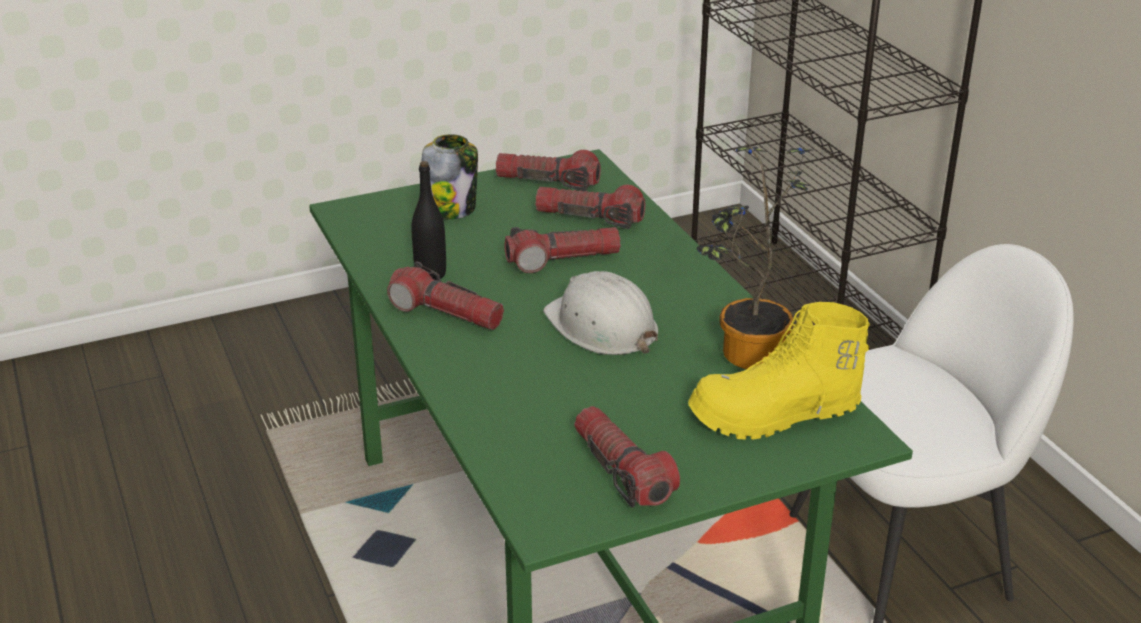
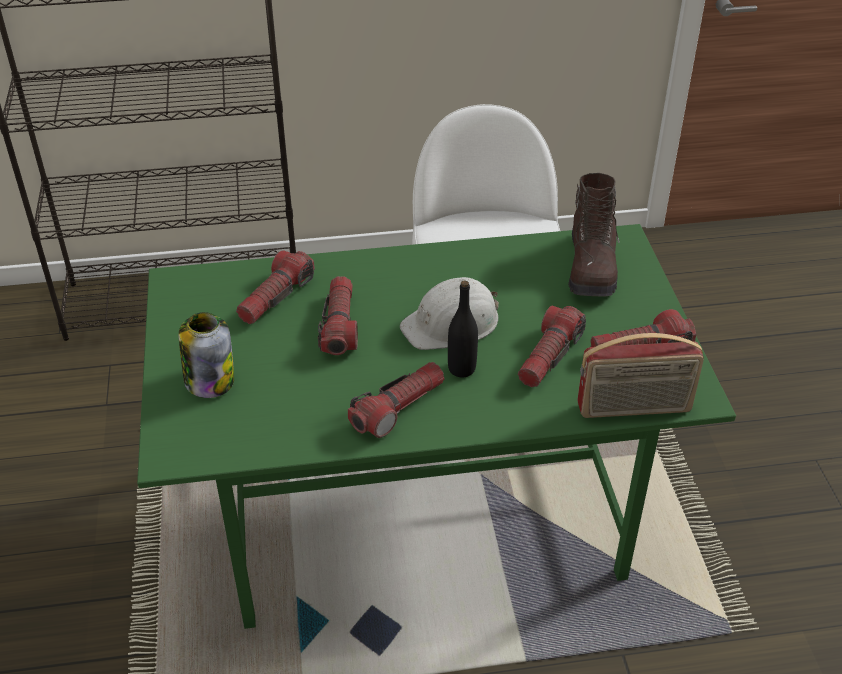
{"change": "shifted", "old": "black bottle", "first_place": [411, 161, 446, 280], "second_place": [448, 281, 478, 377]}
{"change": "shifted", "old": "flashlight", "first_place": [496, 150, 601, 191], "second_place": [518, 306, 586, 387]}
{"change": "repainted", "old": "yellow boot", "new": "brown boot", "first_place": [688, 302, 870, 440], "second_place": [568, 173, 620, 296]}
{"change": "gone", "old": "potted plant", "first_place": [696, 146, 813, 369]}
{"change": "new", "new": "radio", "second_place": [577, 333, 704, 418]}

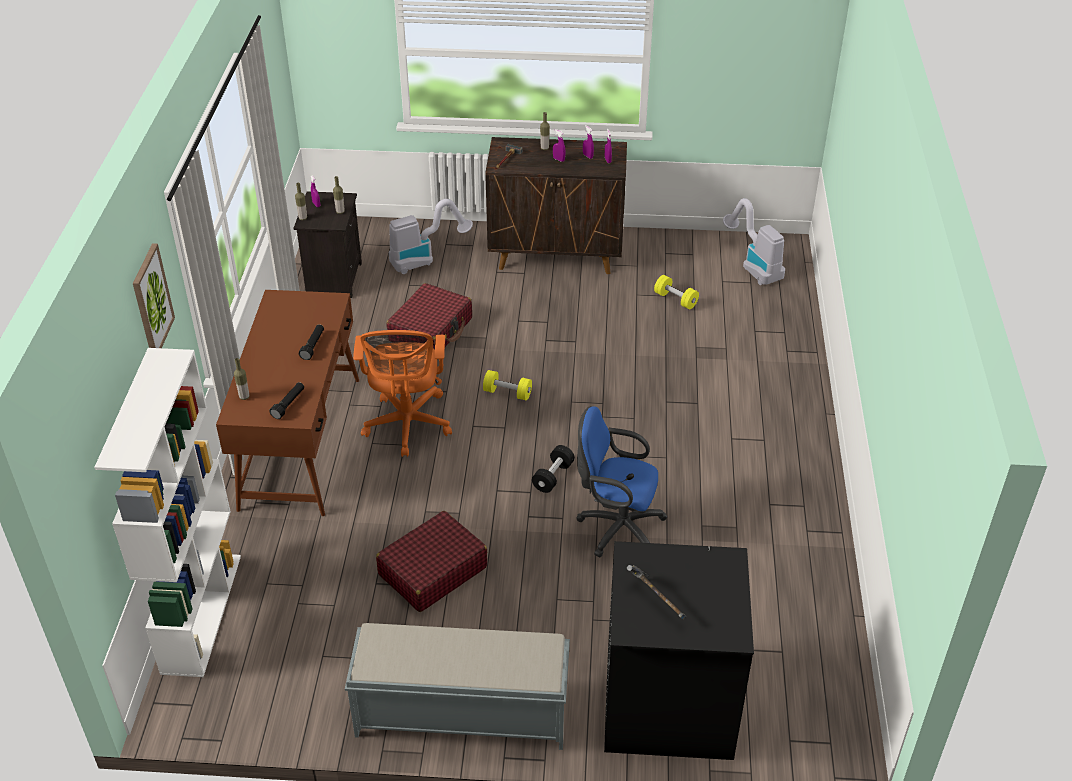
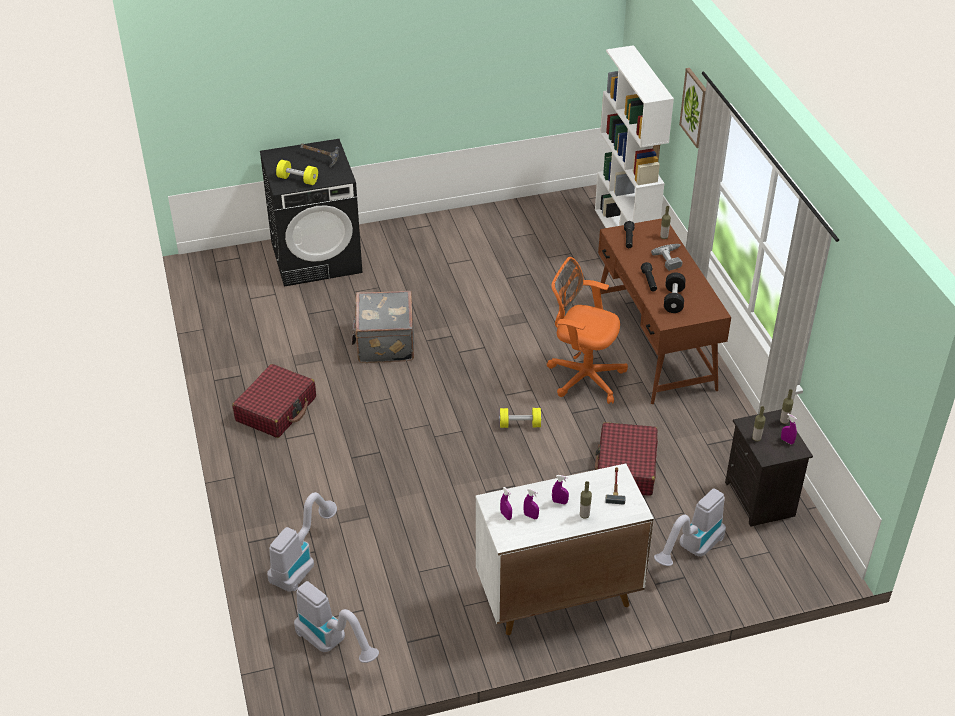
{"change": "gone", "old": "grey bench", "first_place": [345, 623, 570, 750]}
{"change": "rotated", "old": "orange office chair", "first_place": [353, 330, 452, 457], "second_place": [547, 257, 628, 404], "degrees": -45}
{"change": "shifted", "old": "red suitcase", "first_place": [376, 511, 487, 612], "second_place": [232, 364, 316, 438]}
{"change": "repainted", "old": "brown cabinet", "new": "white cabinet", "first_place": [485, 137, 627, 274], "second_place": [476, 464, 654, 635]}
{"change": "shifted", "old": "black dumbbell", "first_place": [532, 445, 575, 493], "second_place": [664, 272, 686, 313]}
{"change": "swapped", "old": "blue office chair", "new": "grey suitcase", "first_place": [576, 406, 668, 558], "second_place": [352, 291, 414, 363]}
{"change": "shifted", "old": "yellow dumbbell", "first_place": [654, 275, 699, 309], "second_place": [276, 160, 318, 185]}
{"change": "new", "new": "vacuum cleaner", "second_place": [267, 492, 337, 592]}
{"change": "new", "new": "power drill", "second_place": [651, 244, 683, 271]}

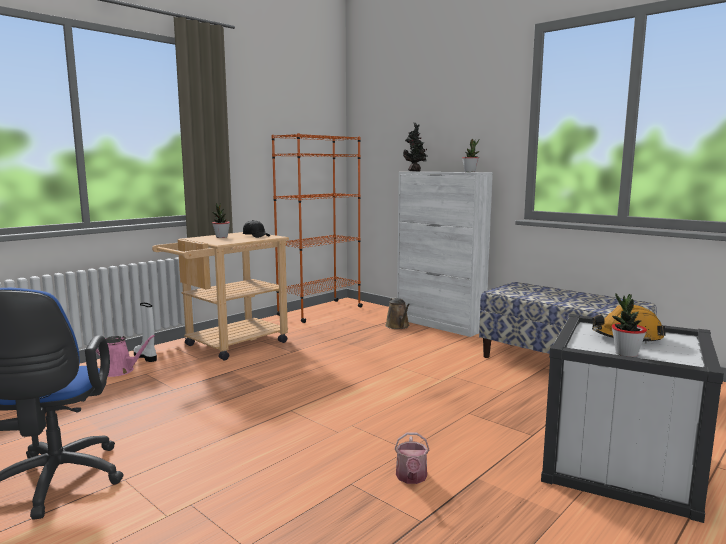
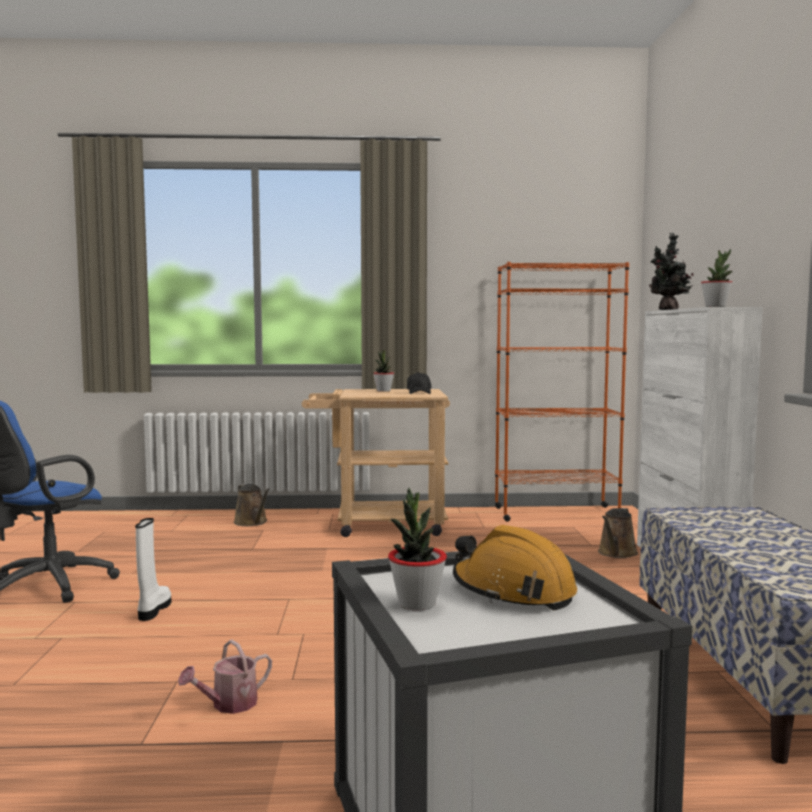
{"change": "repainted", "old": "pink watering can", "new": "brown watering can", "first_place": [96, 335, 155, 377], "second_place": [234, 484, 270, 526]}
{"change": "shifted", "old": "white boot", "first_place": [134, 303, 157, 362], "second_place": [135, 518, 171, 621]}

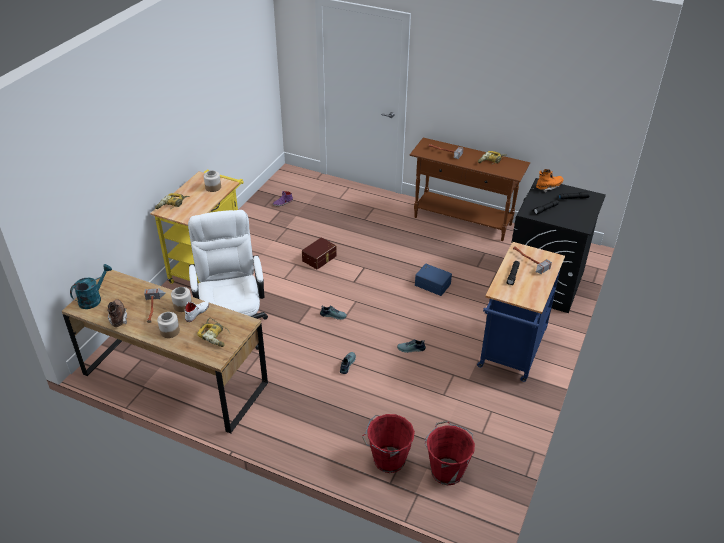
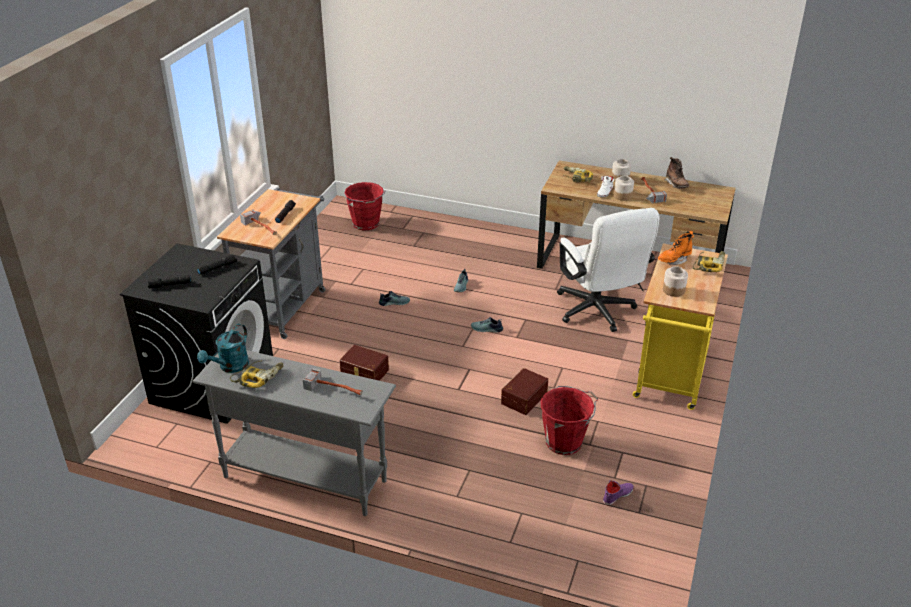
{"change": "shifted", "old": "turquoise watering can", "first_place": [70, 264, 112, 309], "second_place": [197, 324, 249, 373]}
{"change": "shifted", "old": "red bucket", "first_place": [362, 414, 415, 473], "second_place": [541, 386, 598, 455]}
{"change": "repainted", "old": "brown console table", "new": "grey console table", "first_place": [410, 138, 530, 241], "second_place": [193, 350, 396, 516]}
{"change": "repainted", "old": "blue storage box", "new": "brown storage box", "first_place": [415, 264, 452, 296], "second_place": [339, 345, 389, 381]}
{"change": "repainted", "old": "blue cart", "new": "grey cart", "first_place": [477, 242, 565, 382], "second_place": [217, 188, 326, 339]}
{"change": "shifted", "old": "orange boot", "first_place": [536, 169, 563, 193], "second_place": [658, 231, 694, 265]}

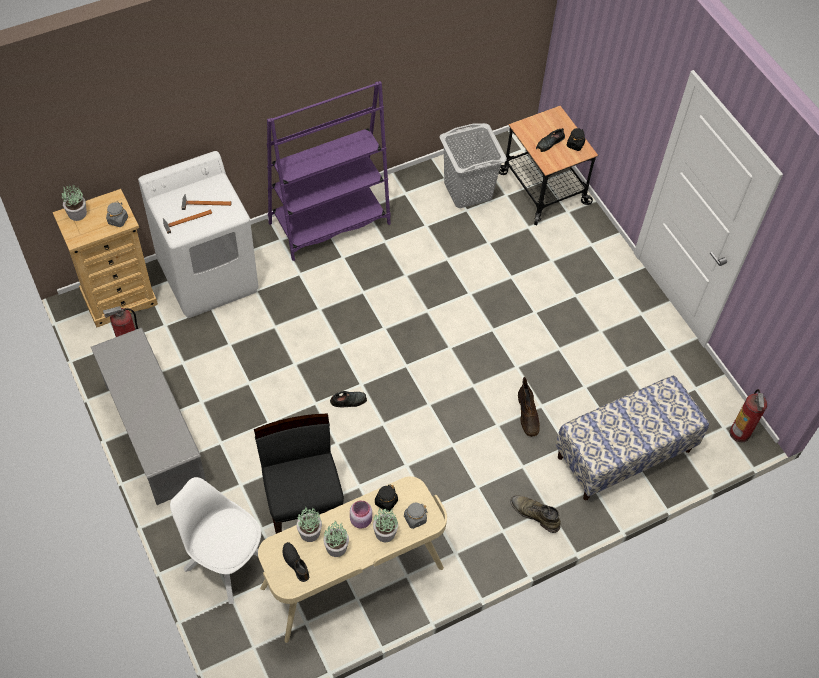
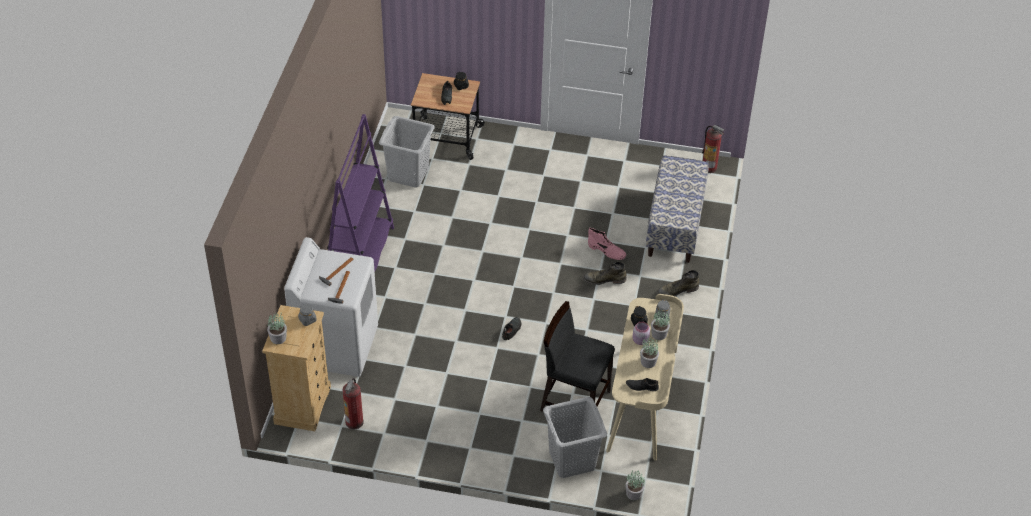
{"change": "gone", "old": "grey shoe rack", "first_place": [91, 328, 206, 505]}
{"change": "swapped", "old": "white chair", "new": "grey laundry basket", "first_place": [170, 477, 261, 604], "second_place": [543, 397, 607, 478]}
{"change": "shifted", "old": "potted plant", "first_place": [297, 507, 322, 542], "second_place": [625, 470, 645, 500]}
{"change": "repainted", "old": "brown boot", "new": "pink boot", "first_place": [518, 377, 540, 437], "second_place": [588, 228, 626, 260]}
{"change": "new", "new": "green boot", "second_place": [583, 262, 626, 285]}

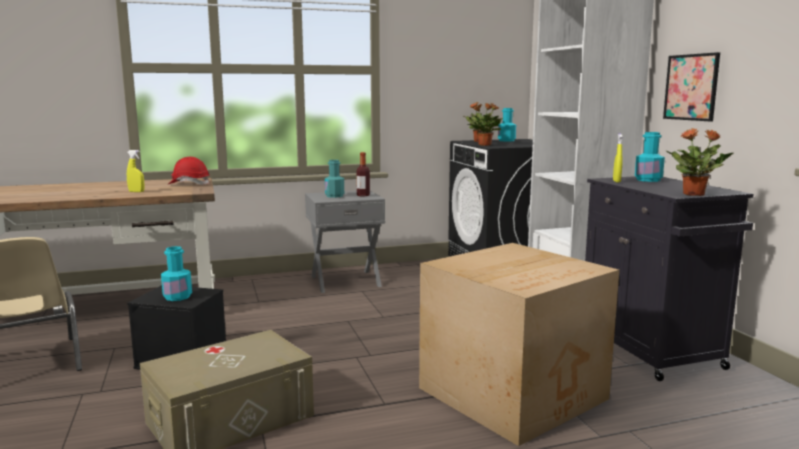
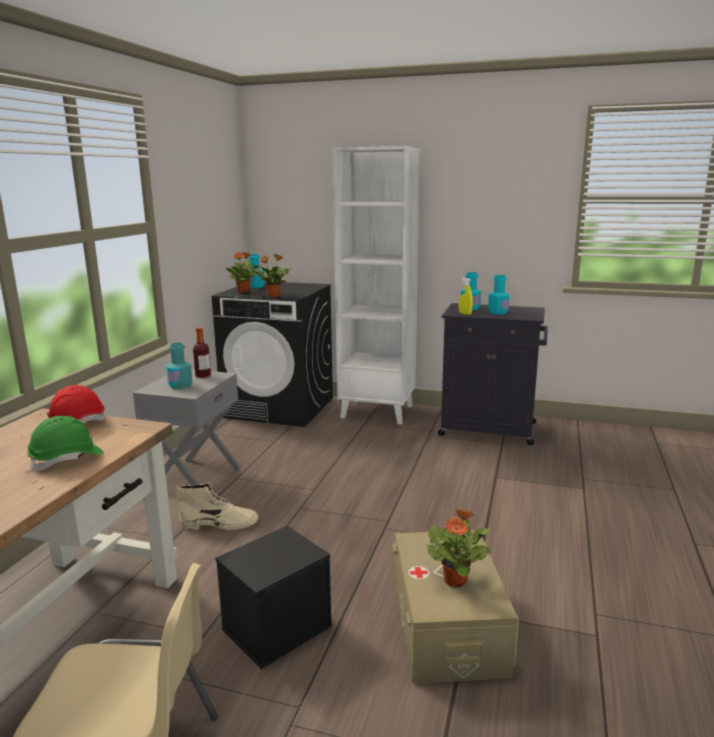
{"change": "swapped", "old": "yellow spray bottle", "new": "green hard hat", "first_place": [127, 150, 144, 192], "second_place": [27, 416, 104, 471]}
{"change": "shifted", "old": "turquoise bottle", "first_place": [161, 246, 192, 301], "second_place": [488, 275, 510, 314]}
{"change": "gone", "old": "cardboard box", "first_place": [419, 243, 620, 446]}
{"change": "gone", "old": "picture", "first_place": [663, 52, 720, 122]}
{"change": "shifted", "old": "potted plant", "first_place": [665, 128, 733, 196], "second_place": [427, 509, 491, 588]}
{"change": "new", "new": "beige boot", "second_place": [176, 483, 258, 530]}

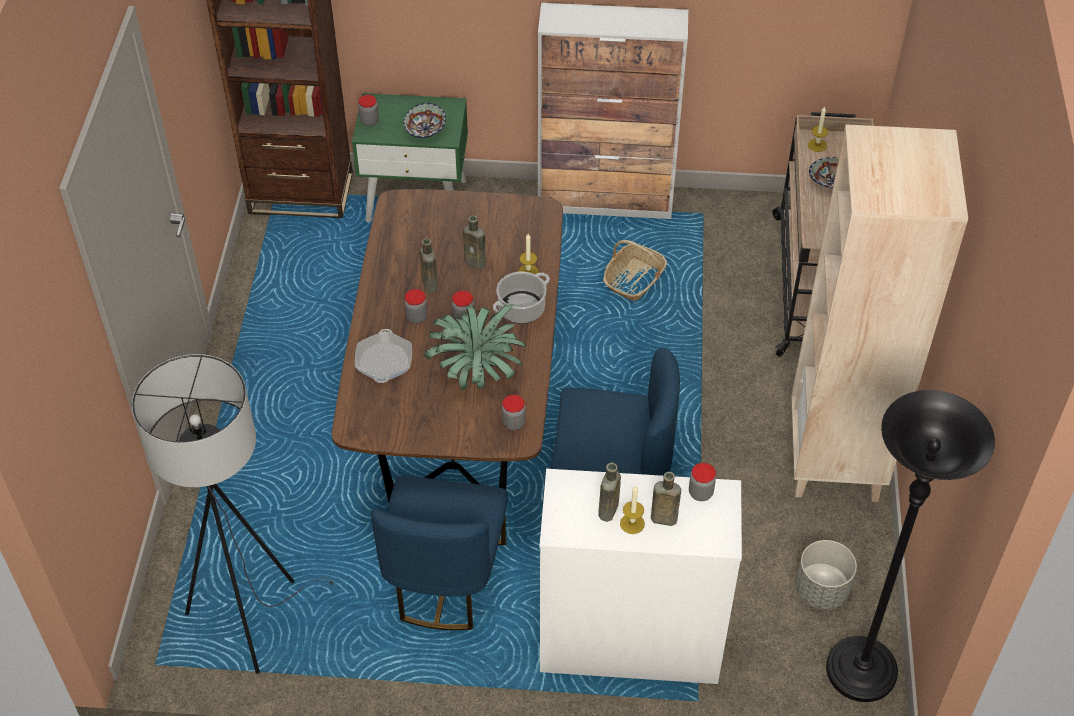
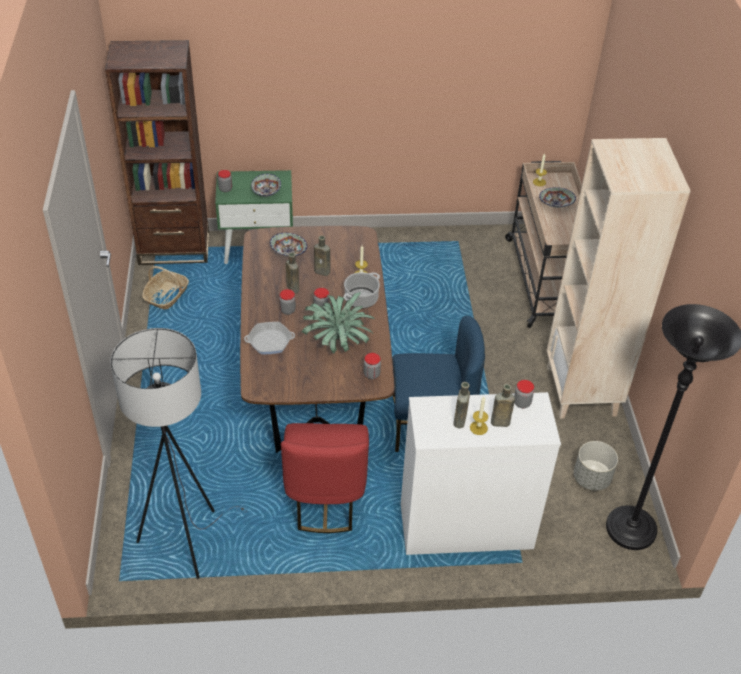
{"change": "rotated", "old": "frying pan", "first_place": [355, 329, 412, 383], "second_place": [244, 322, 295, 354], "degrees": -90}
{"change": "repainted", "old": "blue chair", "new": "red chair", "first_place": [371, 476, 508, 630], "second_place": [281, 423, 369, 533]}
{"change": "gone", "old": "cabinet", "first_place": [538, 3, 688, 219]}
{"change": "shifted", "old": "basket", "first_place": [603, 240, 667, 301], "second_place": [142, 266, 189, 310]}
{"change": "new", "new": "bowl", "second_place": [270, 233, 307, 257]}

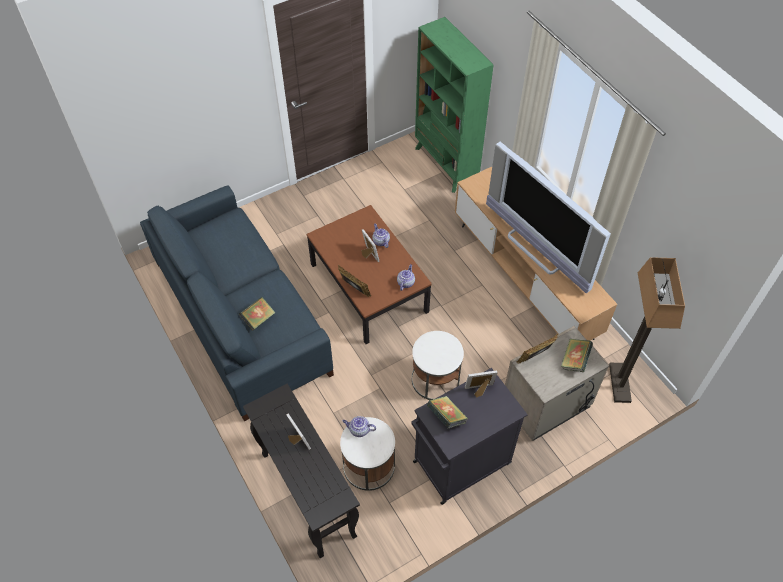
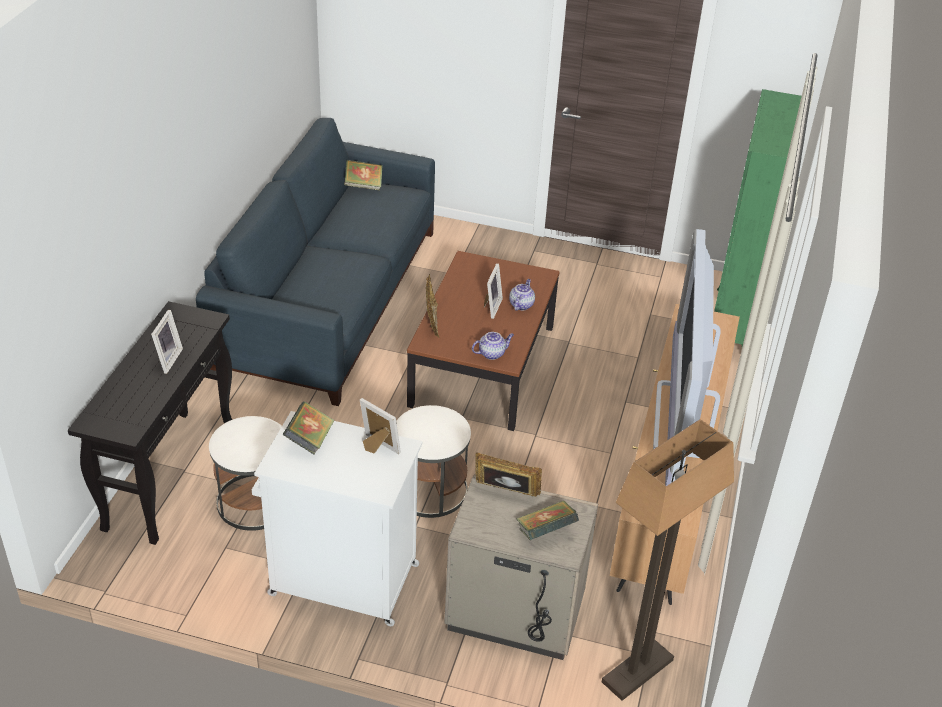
{"change": "shifted", "old": "book", "first_place": [239, 297, 276, 331], "second_place": [344, 160, 383, 191]}
{"change": "gone", "old": "teapot", "first_place": [342, 416, 376, 437]}
{"change": "repainted", "old": "black cabinet", "new": "white cabinet", "first_place": [411, 368, 528, 505], "second_place": [252, 411, 422, 626]}

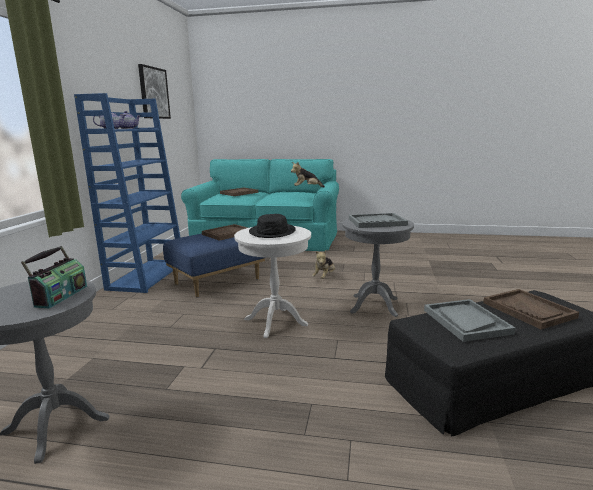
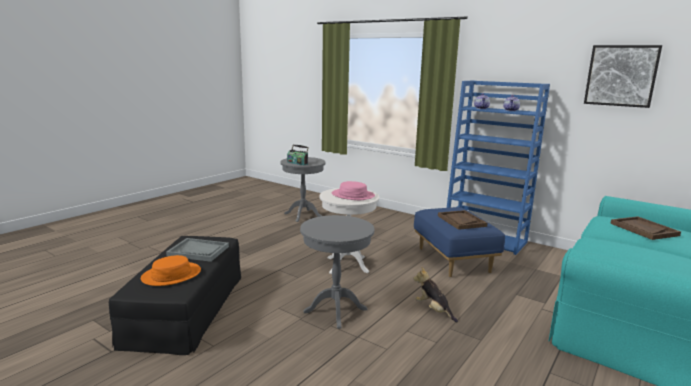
{"change": "repainted", "old": "black hat", "new": "pink hat", "first_place": [249, 214, 296, 238], "second_place": [332, 181, 375, 200]}
{"change": "gone", "old": "plush toy", "first_place": [291, 162, 325, 188]}
{"change": "gone", "old": "grey tray", "first_place": [349, 213, 408, 228]}
{"change": "swapped", "old": "brown tray", "new": "orange hat", "first_place": [483, 289, 579, 329], "second_place": [141, 255, 201, 286]}

